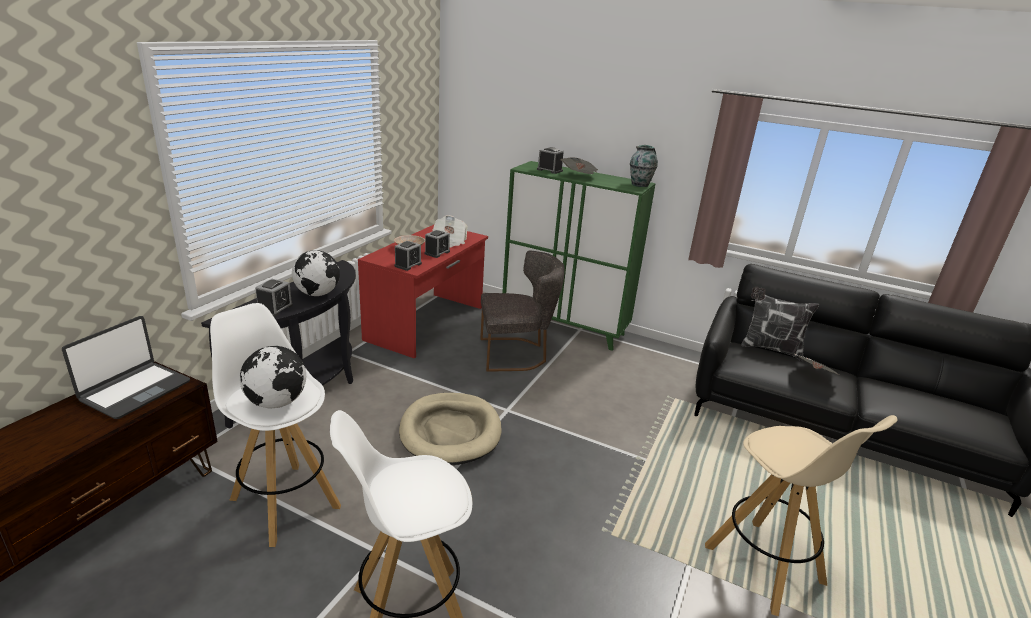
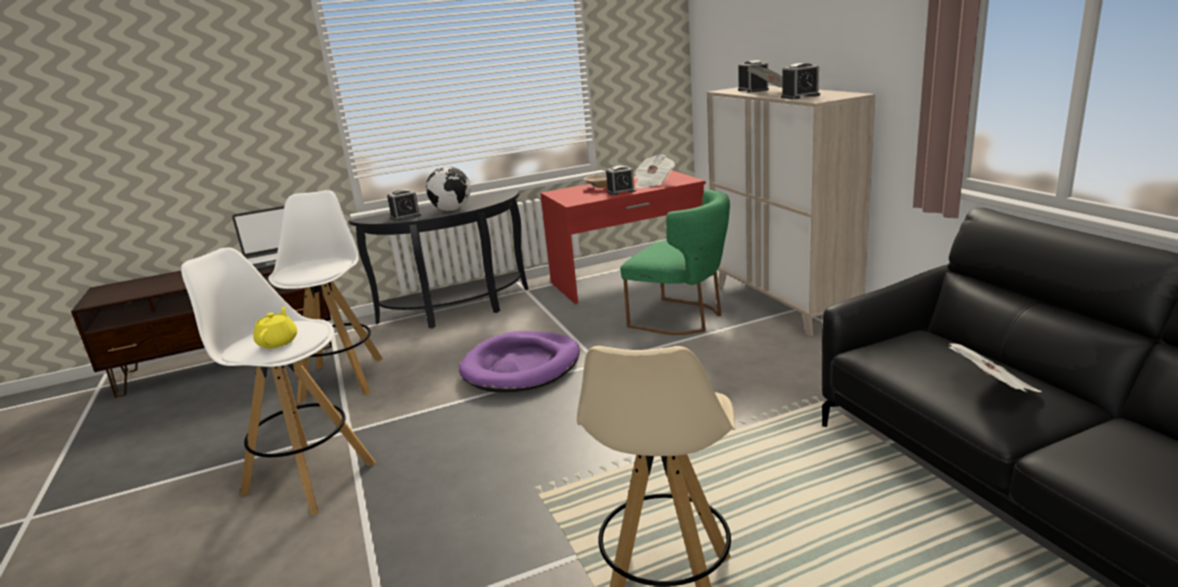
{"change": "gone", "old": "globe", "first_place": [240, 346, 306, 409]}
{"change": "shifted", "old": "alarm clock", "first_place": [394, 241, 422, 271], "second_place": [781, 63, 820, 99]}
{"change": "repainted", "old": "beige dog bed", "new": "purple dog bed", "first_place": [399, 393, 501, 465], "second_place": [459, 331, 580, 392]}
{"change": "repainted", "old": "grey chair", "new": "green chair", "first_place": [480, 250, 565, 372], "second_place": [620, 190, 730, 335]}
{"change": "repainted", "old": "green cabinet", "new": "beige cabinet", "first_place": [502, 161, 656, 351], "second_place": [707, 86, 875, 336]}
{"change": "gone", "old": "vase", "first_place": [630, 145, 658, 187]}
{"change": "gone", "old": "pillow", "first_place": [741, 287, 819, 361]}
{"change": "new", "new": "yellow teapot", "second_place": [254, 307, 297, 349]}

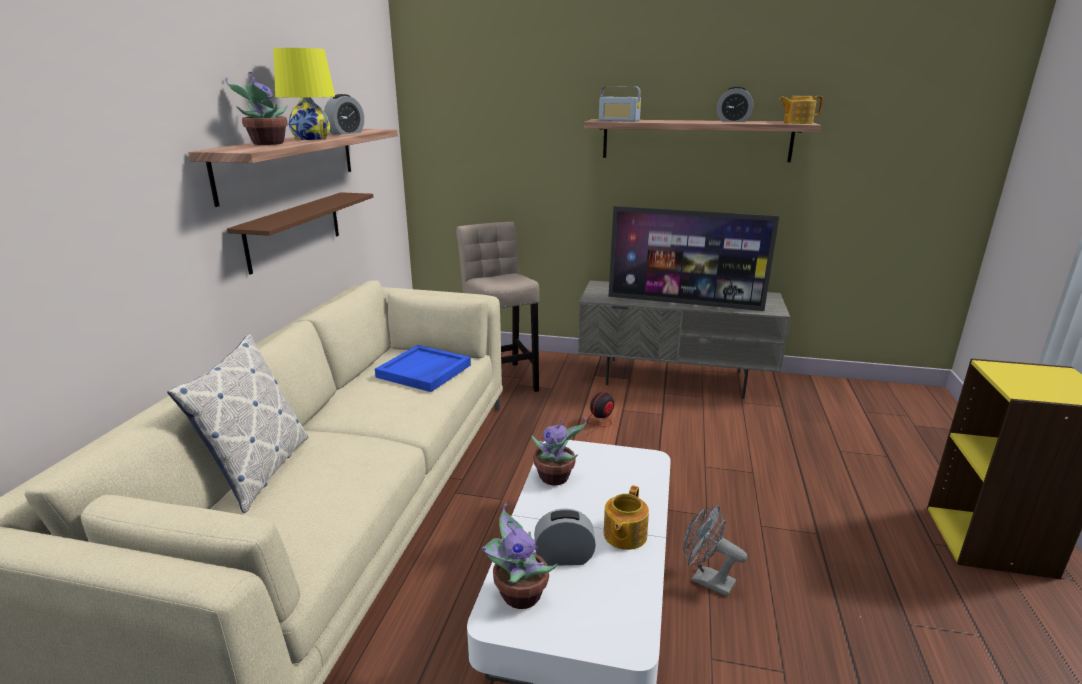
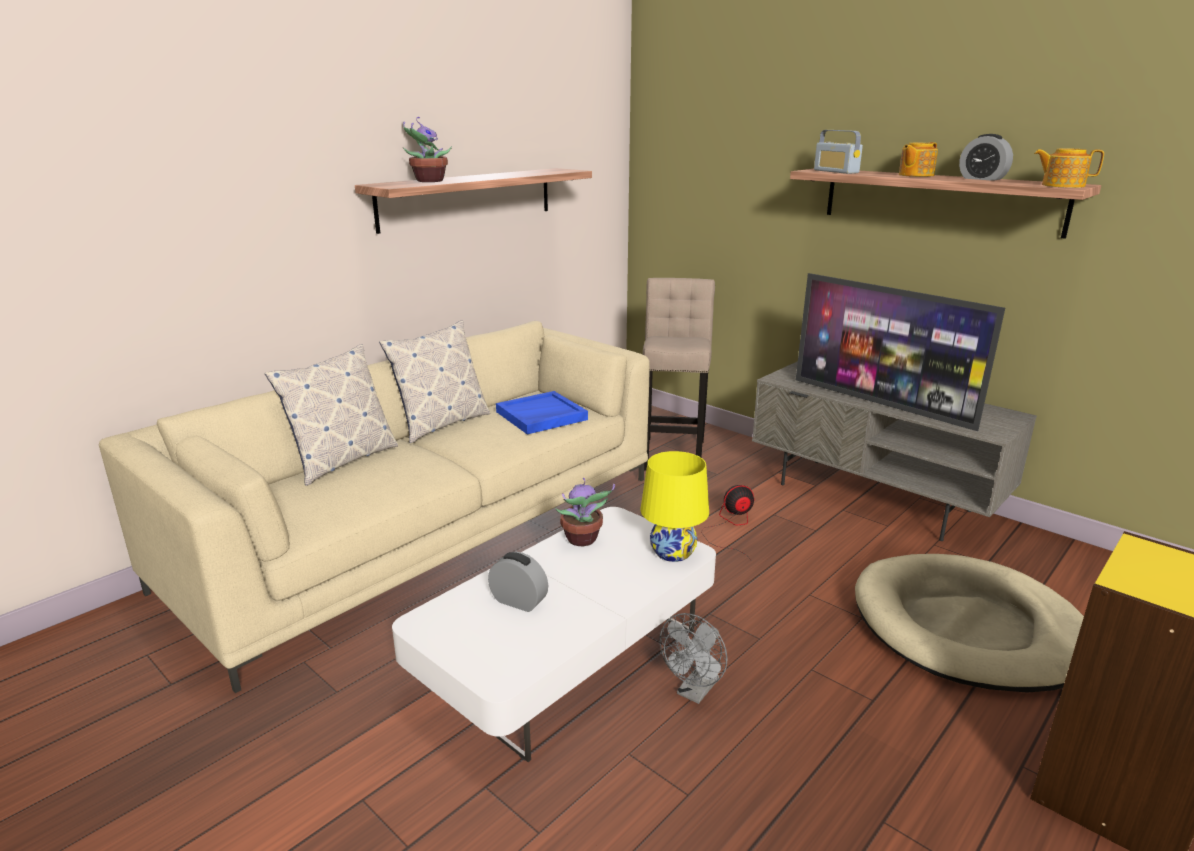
{"change": "gone", "old": "brown shelf", "first_place": [227, 192, 374, 275]}
{"change": "shifted", "old": "yellow table lamp", "first_place": [273, 48, 335, 140], "second_place": [641, 451, 709, 562]}
{"change": "gone", "old": "alarm clock", "first_place": [324, 94, 364, 135]}
{"change": "gone", "old": "potted plant", "first_place": [482, 503, 558, 609]}
{"change": "shifted", "old": "teapot", "first_place": [603, 485, 649, 550], "second_place": [899, 142, 938, 177]}
{"change": "rotated", "old": "grey fan", "first_place": [683, 505, 747, 597], "second_place": [660, 613, 727, 704], "degrees": -120}
{"change": "new", "new": "pillow", "second_place": [379, 321, 490, 443]}
{"change": "new", "new": "beige dog bed", "second_place": [855, 554, 1084, 693]}

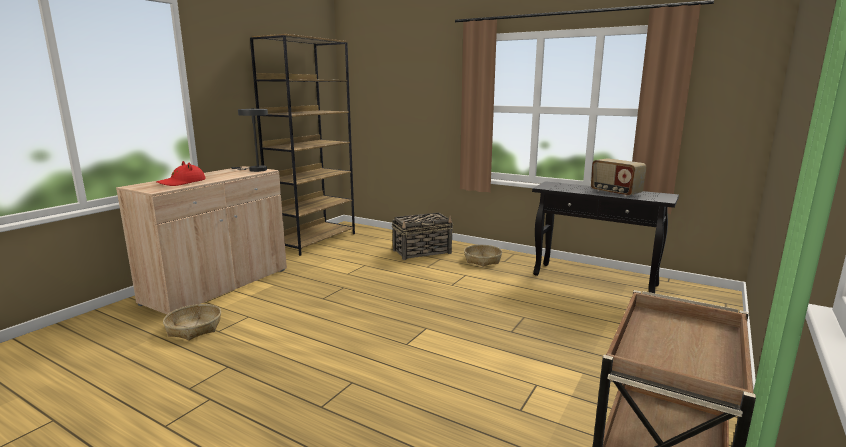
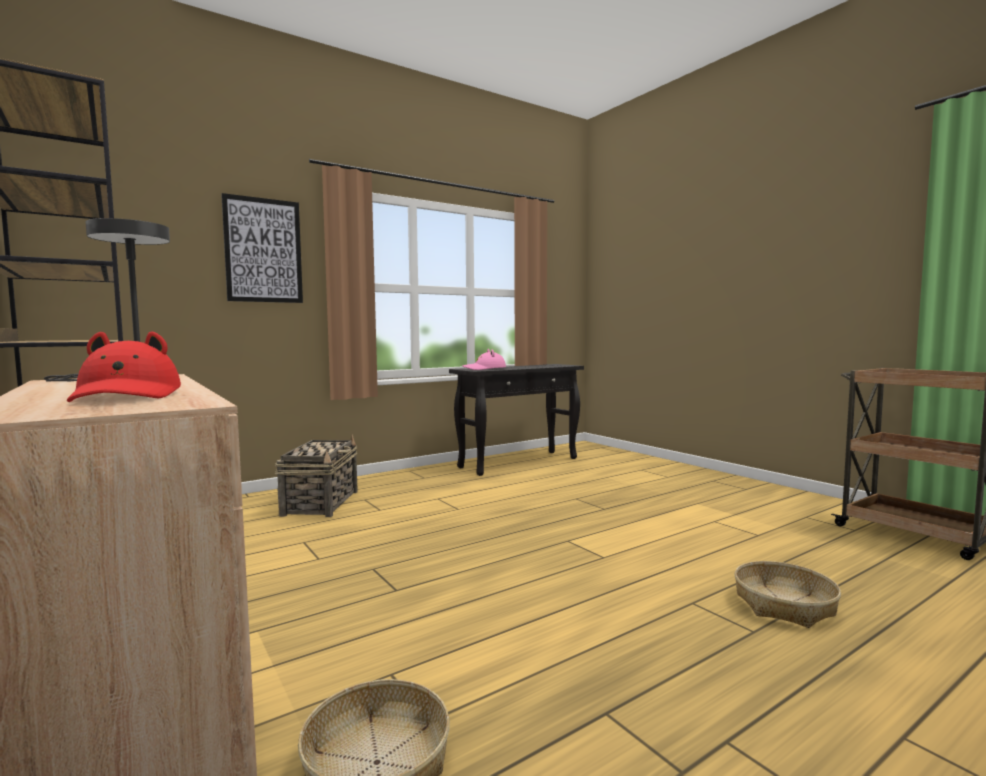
{"change": "shifted", "old": "basket", "first_place": [464, 245, 502, 267], "second_place": [735, 561, 841, 628]}
{"change": "gone", "old": "radio", "first_place": [591, 158, 647, 197]}
{"change": "new", "new": "picture", "second_place": [221, 193, 303, 303]}
{"change": "new", "new": "pink hat", "second_place": [462, 349, 506, 370]}

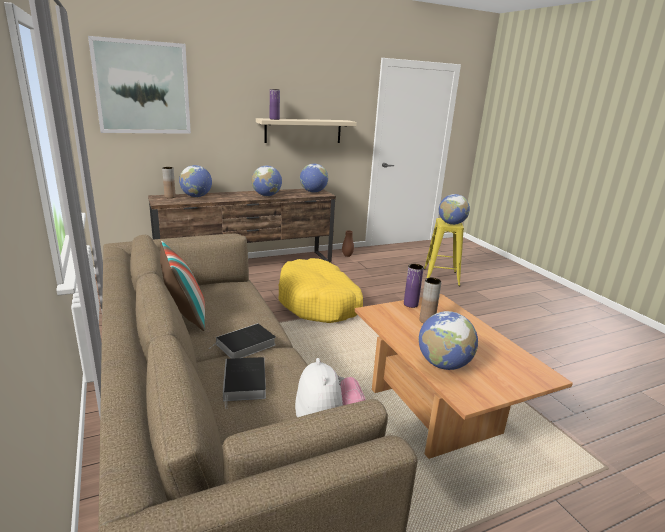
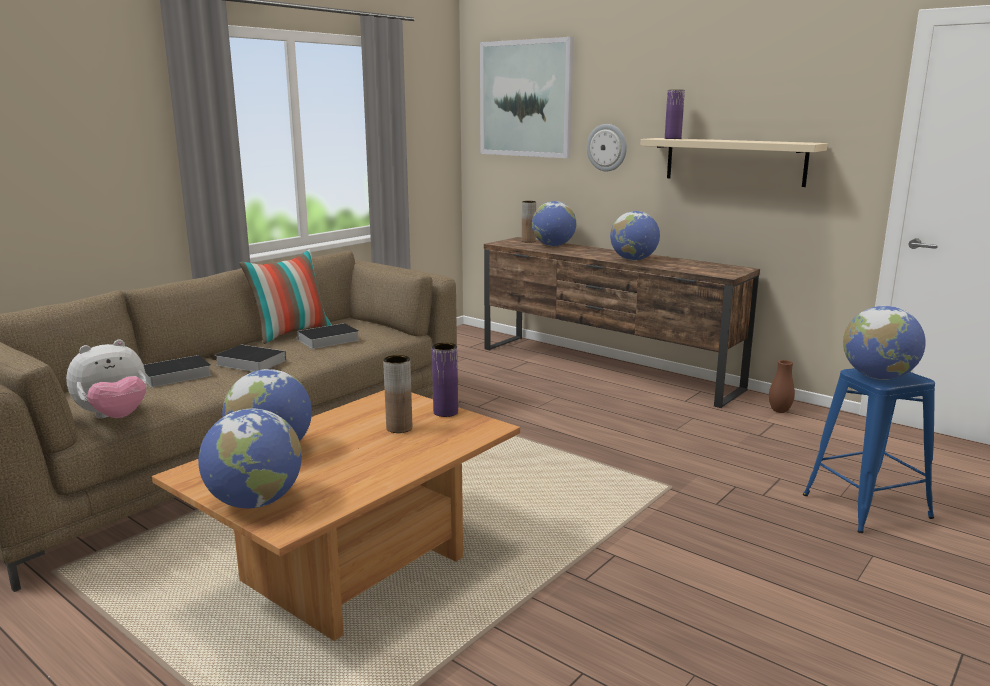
{"change": "gone", "old": "yellow dog bed", "first_place": [278, 258, 363, 323]}
{"change": "shifted", "old": "globe", "first_place": [300, 164, 328, 193], "second_place": [198, 409, 302, 509]}
{"change": "repainted", "old": "yellow stool", "new": "blue stool", "first_place": [424, 218, 464, 286], "second_place": [803, 368, 935, 533]}
{"change": "new", "new": "book", "second_place": [290, 323, 360, 349]}
{"change": "new", "new": "wall clock", "second_place": [587, 124, 627, 172]}

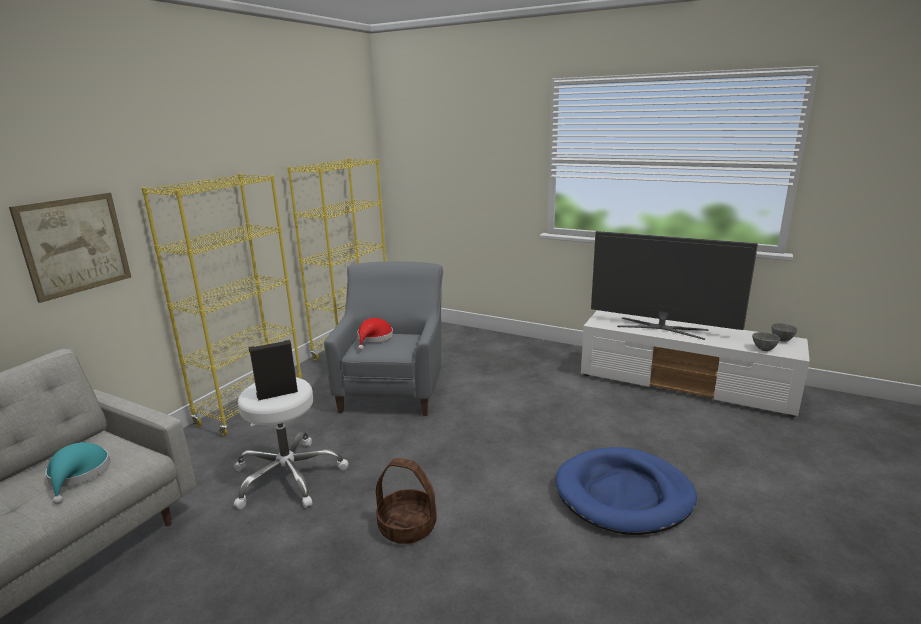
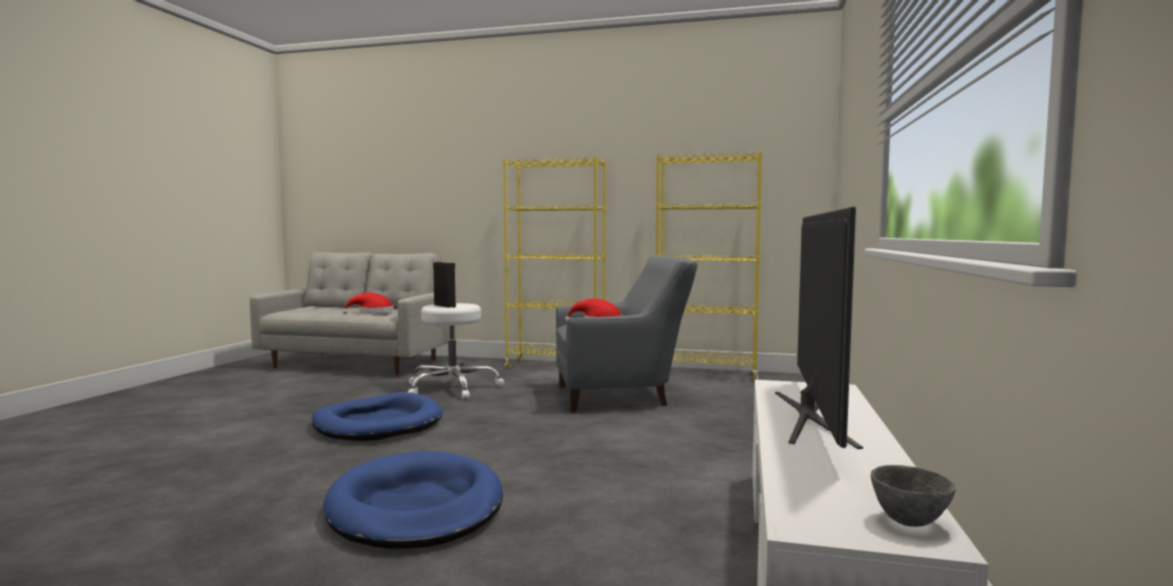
{"change": "gone", "old": "picture", "first_place": [9, 193, 131, 303]}
{"change": "repainted", "old": "turquoise hat", "new": "red hat", "first_place": [45, 442, 110, 504], "second_place": [343, 293, 394, 314]}
{"change": "swapped", "old": "basket", "new": "blue dog bed", "first_place": [376, 458, 437, 544], "second_place": [312, 392, 443, 441]}
{"change": "gone", "old": "grey bowl", "first_place": [752, 332, 780, 351]}

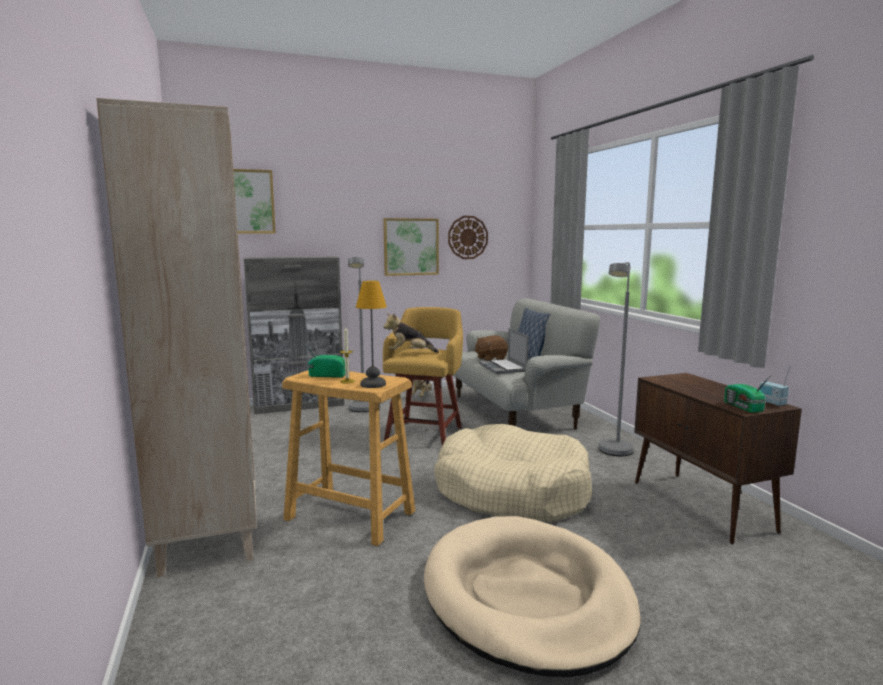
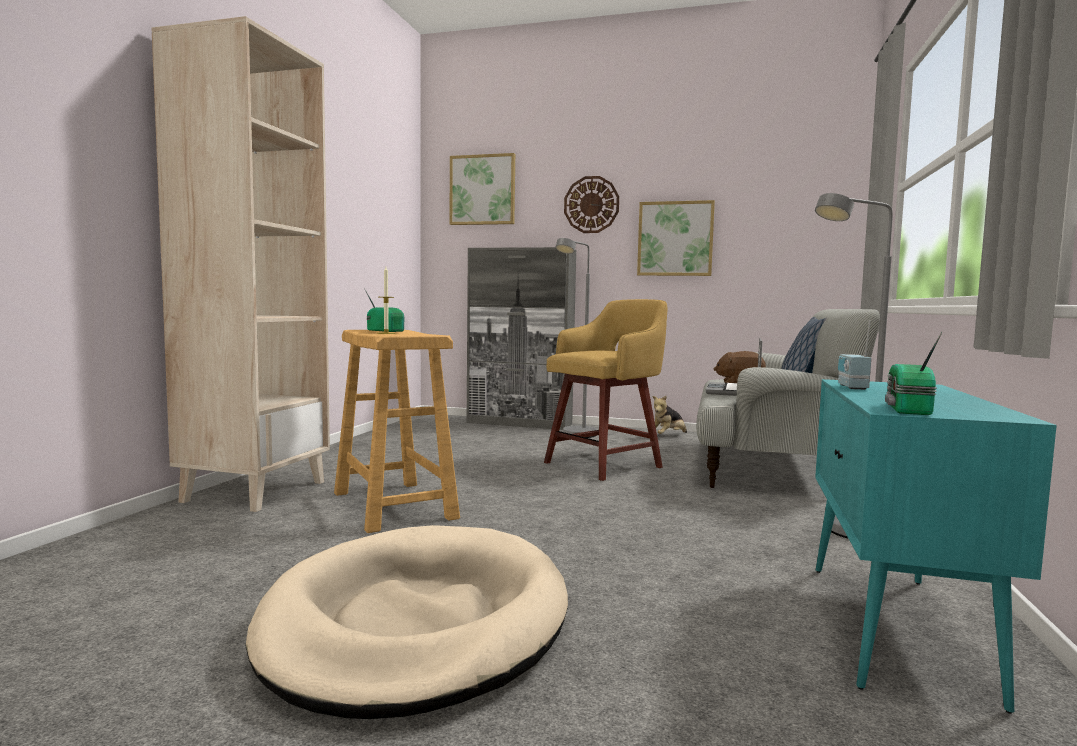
{"change": "gone", "old": "table lamp", "first_place": [356, 280, 387, 388]}
{"change": "gone", "old": "plush toy", "first_place": [383, 313, 439, 353]}
{"change": "gone", "old": "beige dog bed", "first_place": [434, 424, 592, 523]}
{"change": "shifted", "old": "wall clock", "first_place": [448, 216, 488, 259], "second_place": [564, 176, 619, 233]}
{"change": "repainted", "old": "brown cabinet", "new": "turquoise cabinet", "first_place": [634, 373, 802, 544], "second_place": [815, 379, 1057, 714]}
{"change": "shifted", "old": "radio", "first_place": [760, 365, 791, 406], "second_place": [838, 320, 871, 390]}

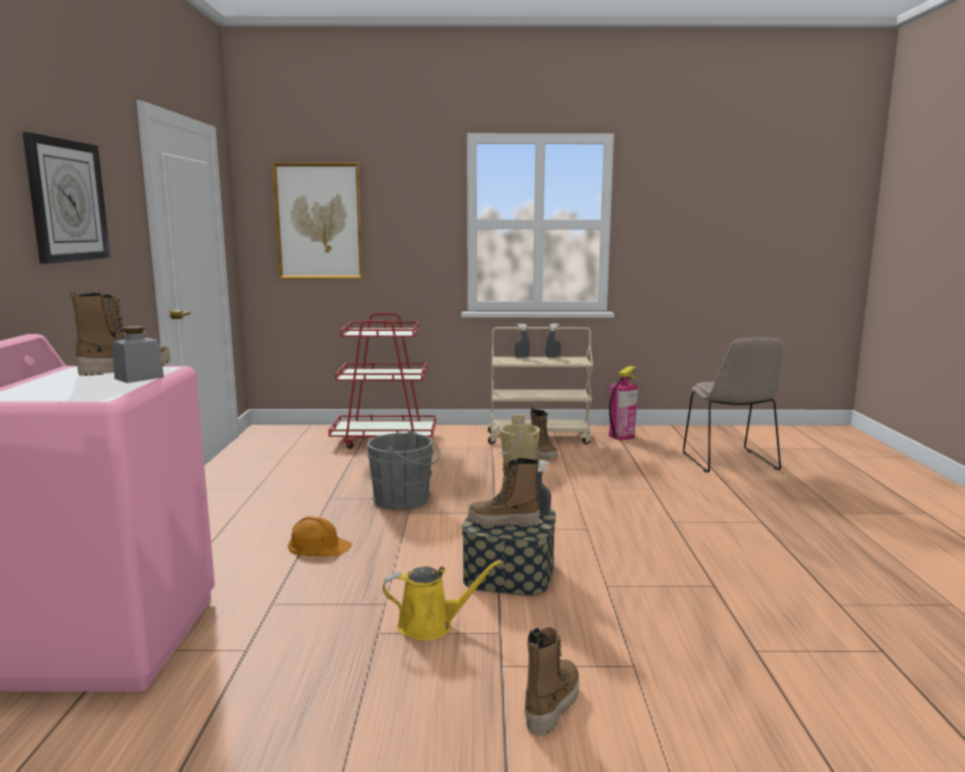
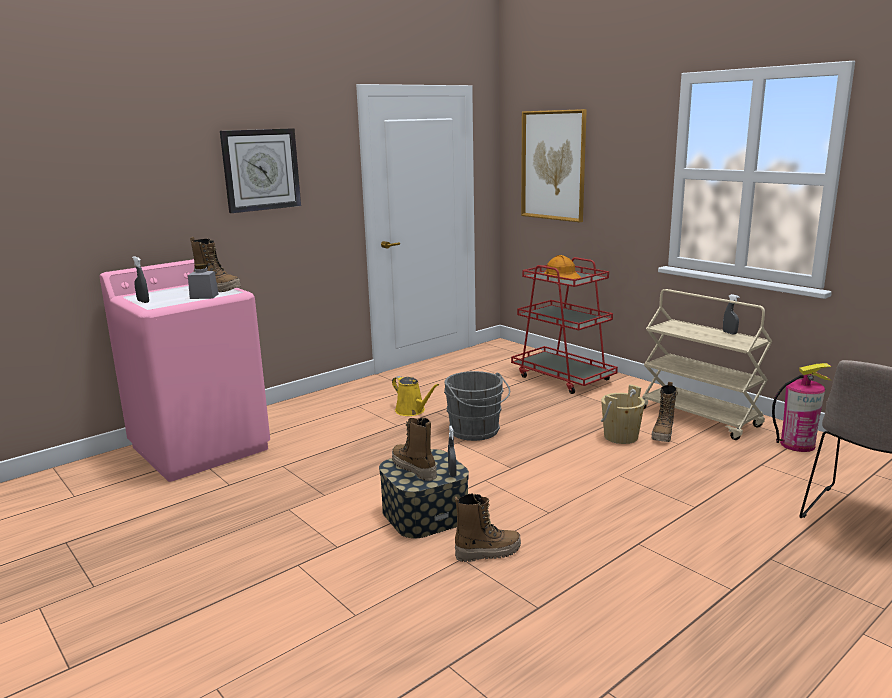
{"change": "shifted", "old": "orange hard hat", "first_place": [288, 516, 352, 556], "second_place": [544, 255, 581, 280]}
{"change": "shifted", "old": "yellow watering can", "first_place": [382, 560, 501, 641], "second_place": [392, 376, 439, 416]}
{"change": "shifted", "old": "grey spray bottle", "first_place": [515, 323, 530, 358], "second_place": [132, 256, 149, 303]}
{"change": "shifted", "old": "boot", "first_place": [524, 627, 579, 736], "second_place": [455, 493, 521, 562]}

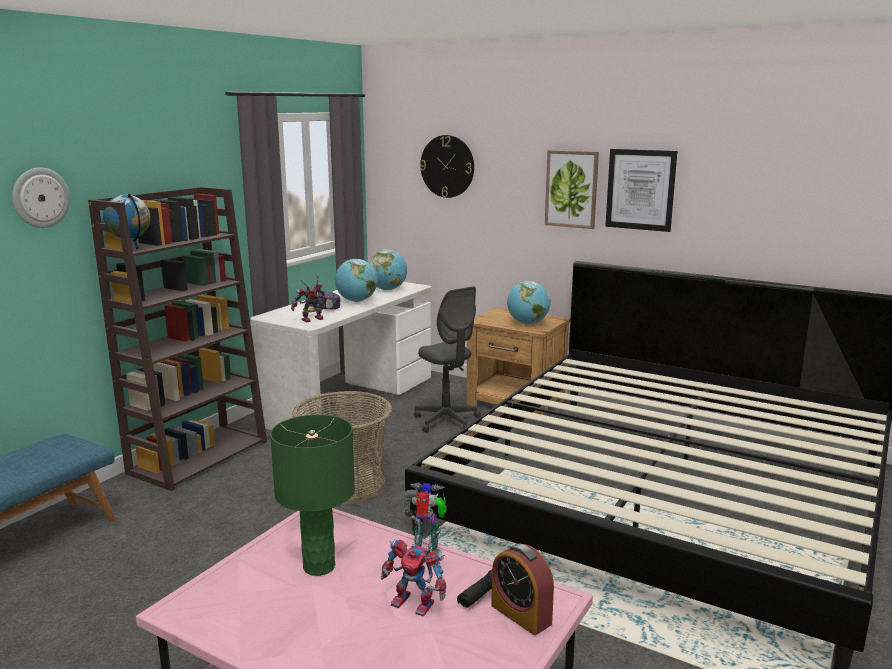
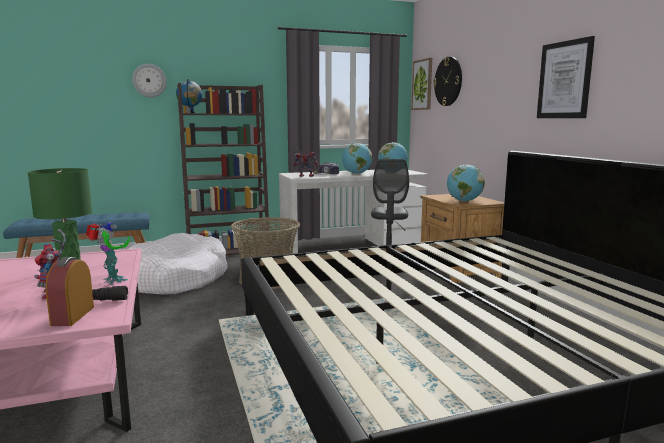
{"change": "shifted", "old": "picture", "first_place": [545, 150, 599, 229], "second_place": [411, 58, 432, 110]}
{"change": "new", "new": "white dog bed", "second_place": [129, 233, 227, 295]}

